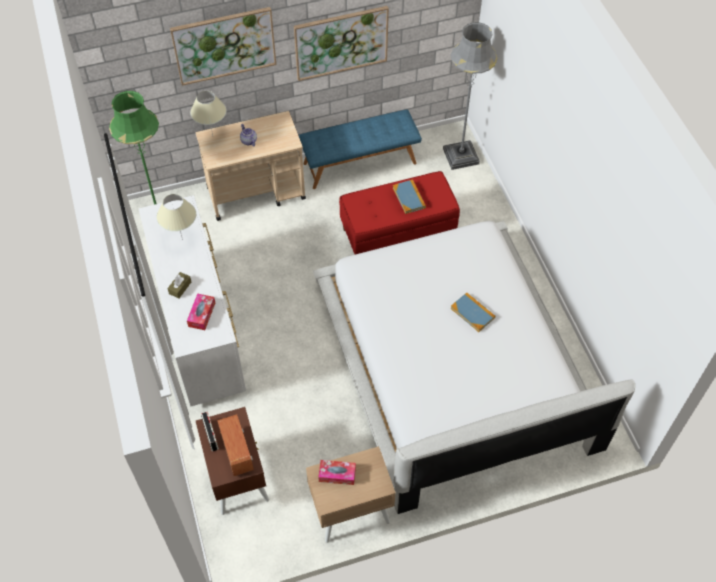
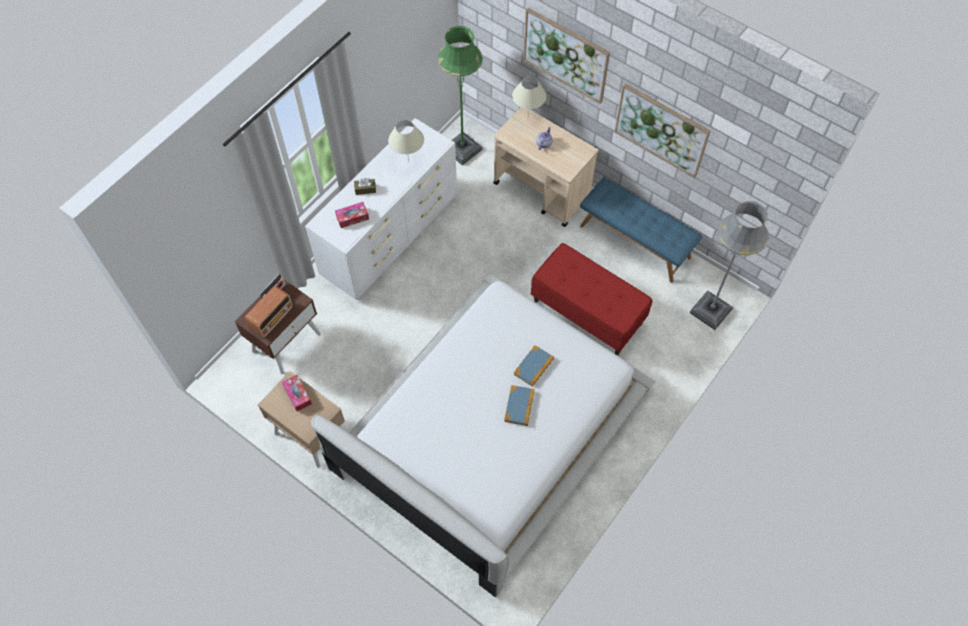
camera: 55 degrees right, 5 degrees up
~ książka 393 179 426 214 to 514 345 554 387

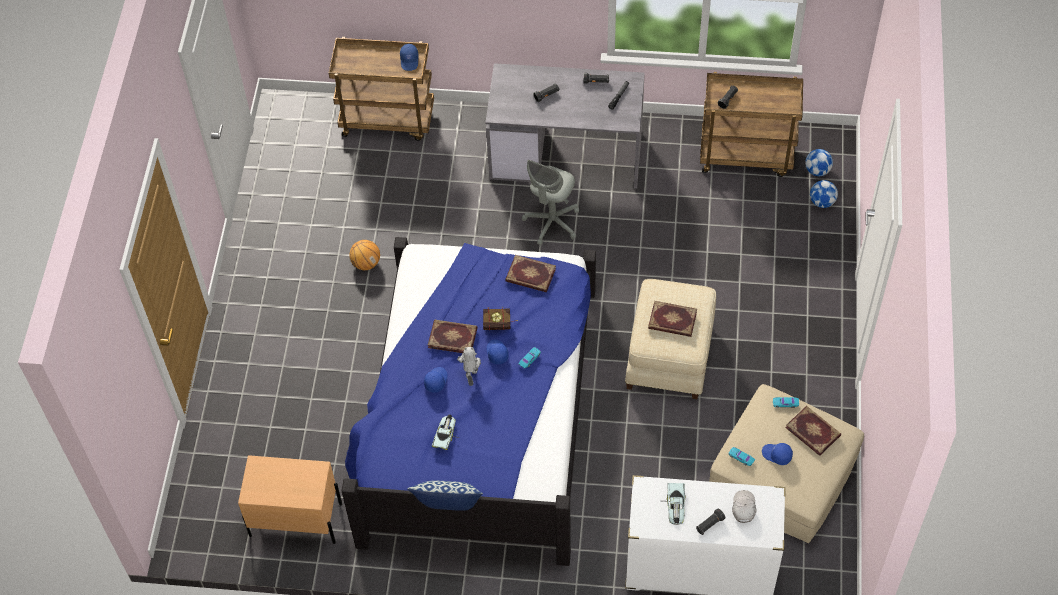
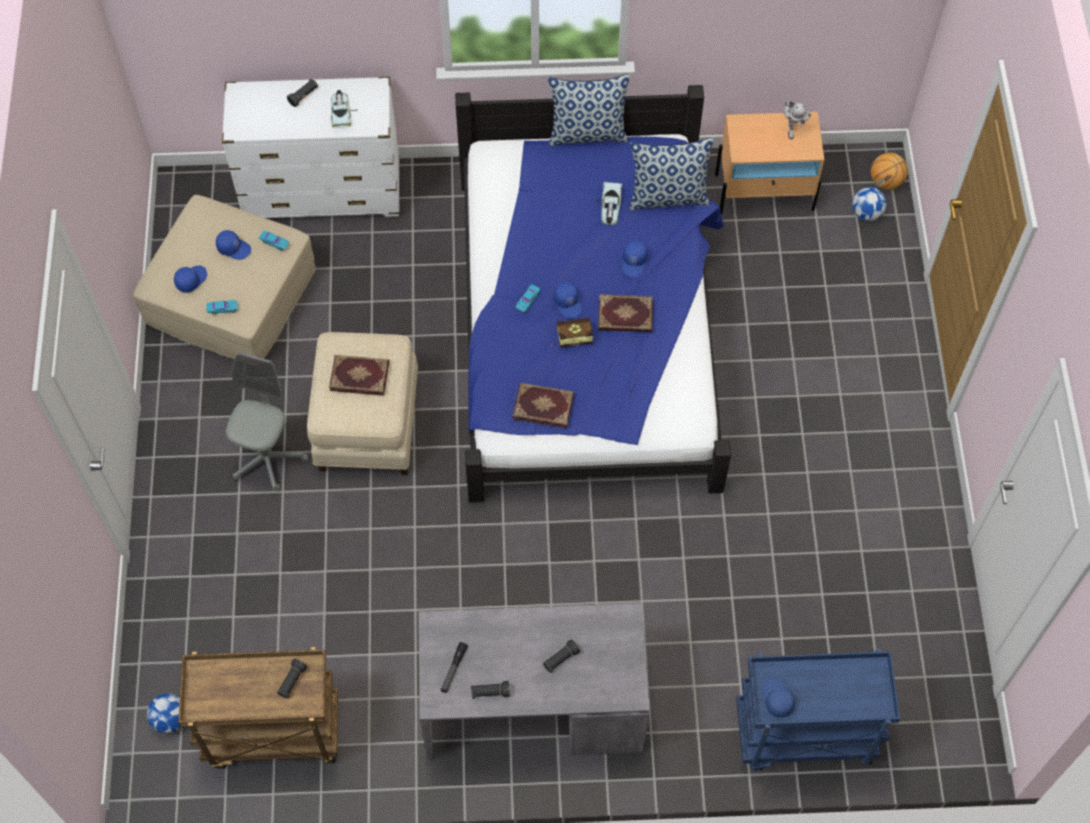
camera: 170 degrees right, 5 degrees up
~ wózek (brązowy) 329 37 434 141 to wózek (niebieski) 736 649 900 771
~ piłka do koszykówki 349 240 380 270 to 871 153 908 190
~ robot zabawkowy 457 347 481 386 to 783 100 811 139
~ krzesło biurowe (szary) 522 160 579 245 to 226 352 308 492
- czapka z daszkiem (biały) 732 490 756 523
~ książka 786 406 841 456 to czapka z daszkiem (niebieski) 174 265 207 293
~ piłka futbolowa 810 180 838 208 to 852 187 887 221
+ poduszka 630 137 714 210

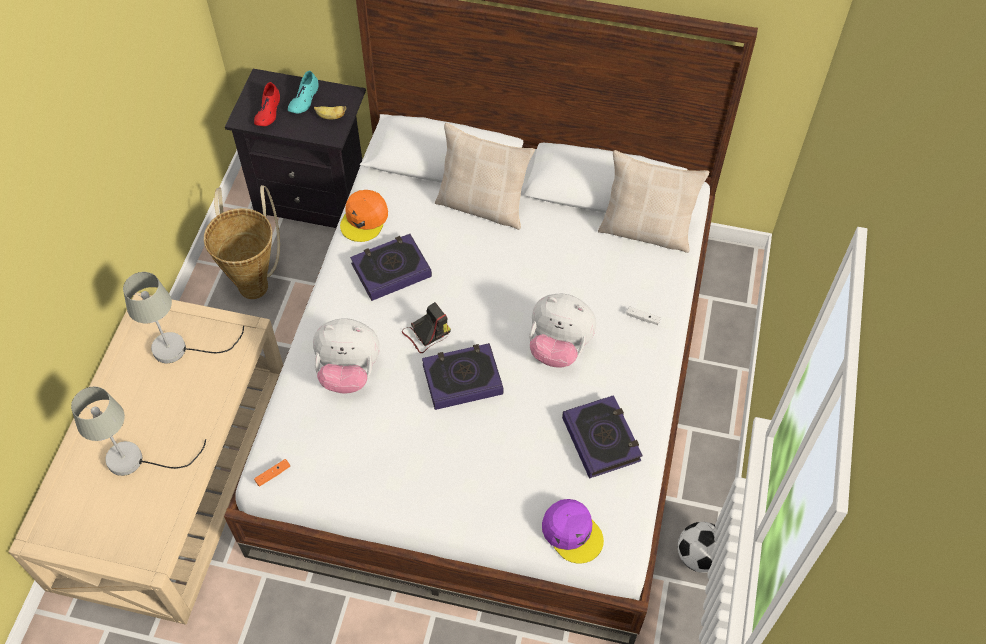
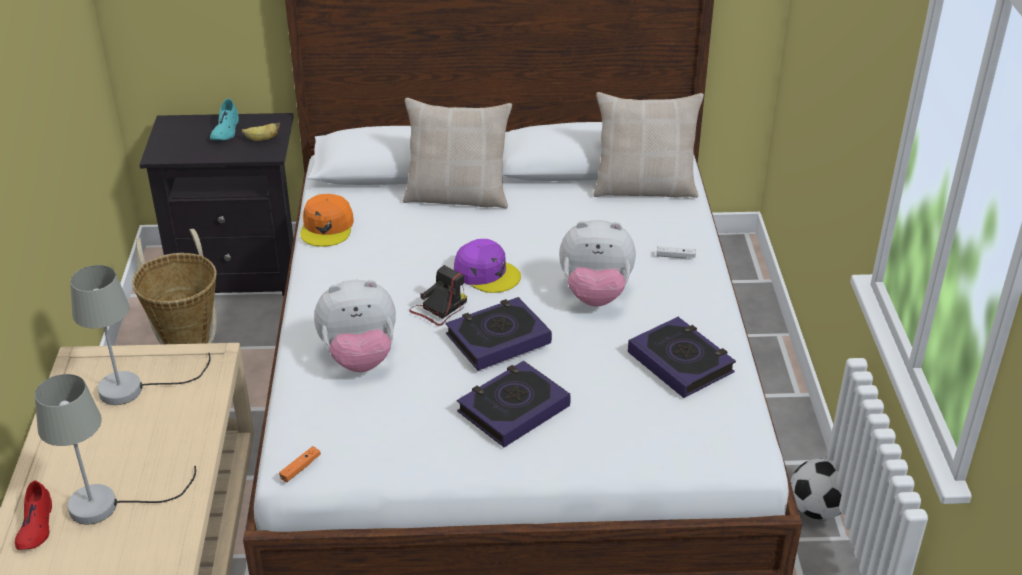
camera: 15 degrees left, 20 degrees down
~ but (czerwony) 254 82 280 126 to 15 480 52 550
~ książka 350 234 432 301 to 457 361 571 447
~ czapka z daszkiem (fioletowy) 542 499 604 564 to 454 239 521 293

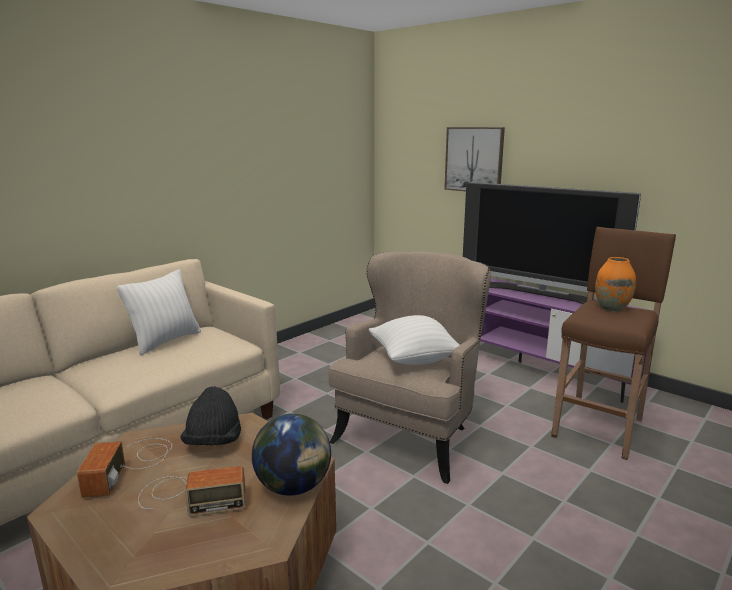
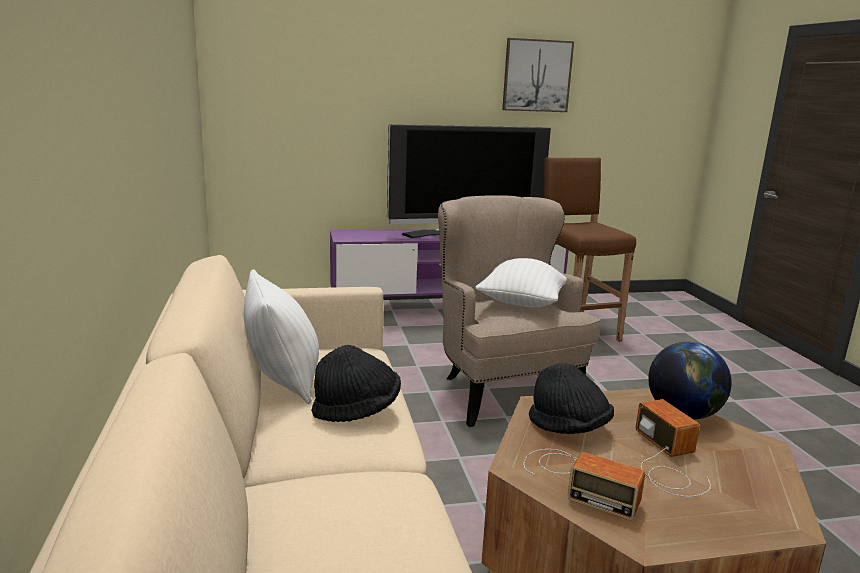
camera: 55 degrees left, 0 degrees up
~ radio 138 466 245 516 = 636 399 711 497 45 degrees counterclockwise
~ obraz 444 127 505 191 to 502 38 574 112
- wazon (pomarańczowy) 595 257 636 311
+ kapelusz (czarny) 311 345 401 422

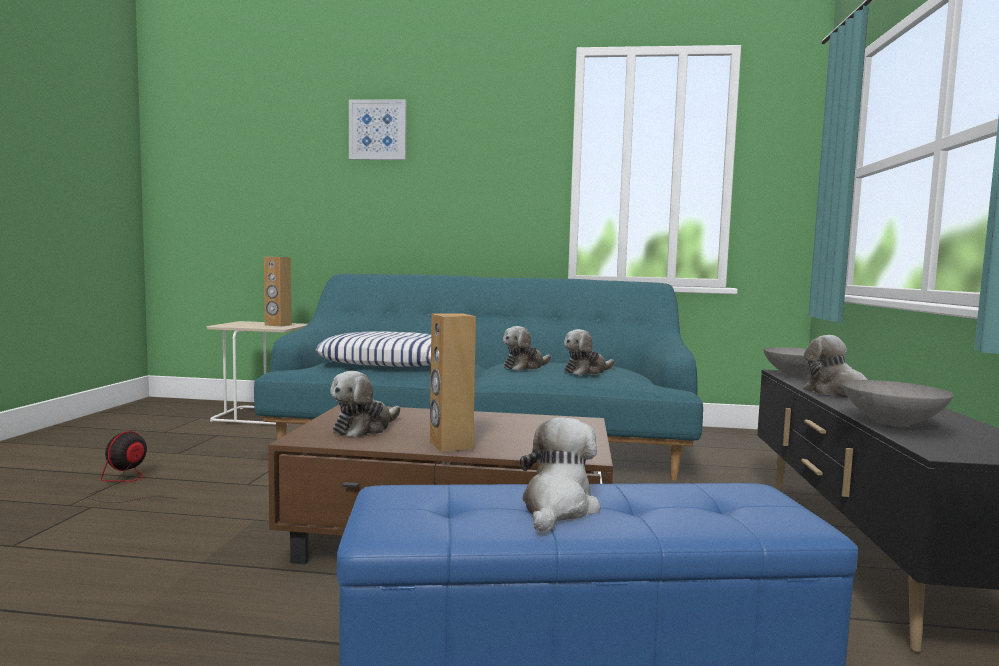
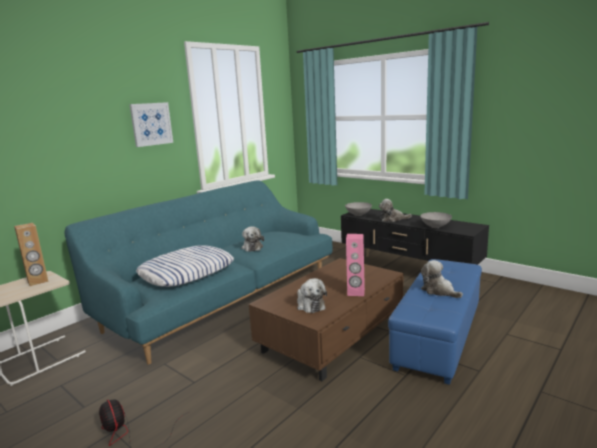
camera: 55 degrees left, 10 degrees up
~ obraz 349 99 407 160 to 129 102 173 147
~ głośnik (brązowy) 430 313 476 452 to głośnik (różowy) 346 234 365 296
- pluszak 564 329 614 375

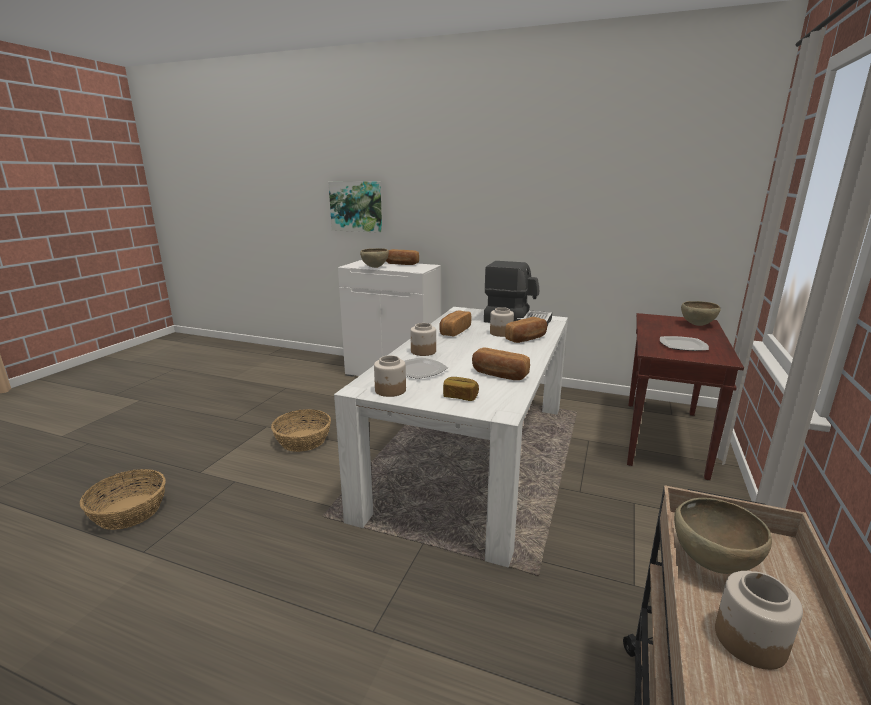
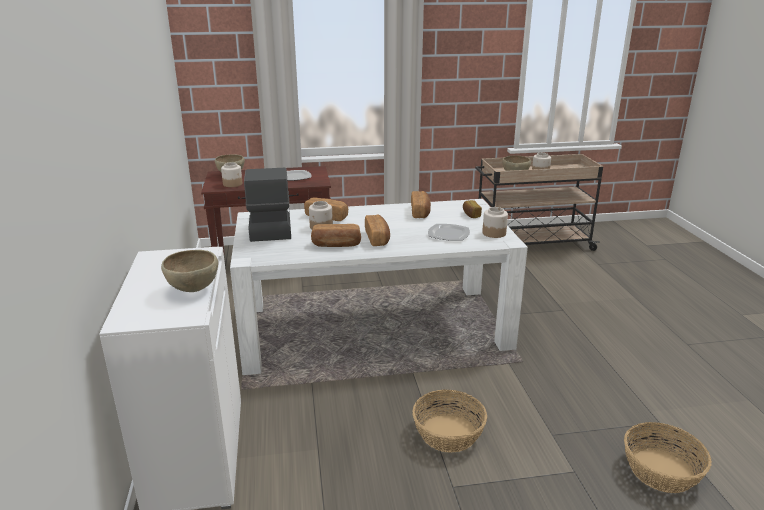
camera: 120 degrees left, 5 degrees up
- obraz 328 181 382 233
~ chleb 386 249 419 265 to 365 214 390 246
~ słoik 410 323 436 356 to 221 162 242 187

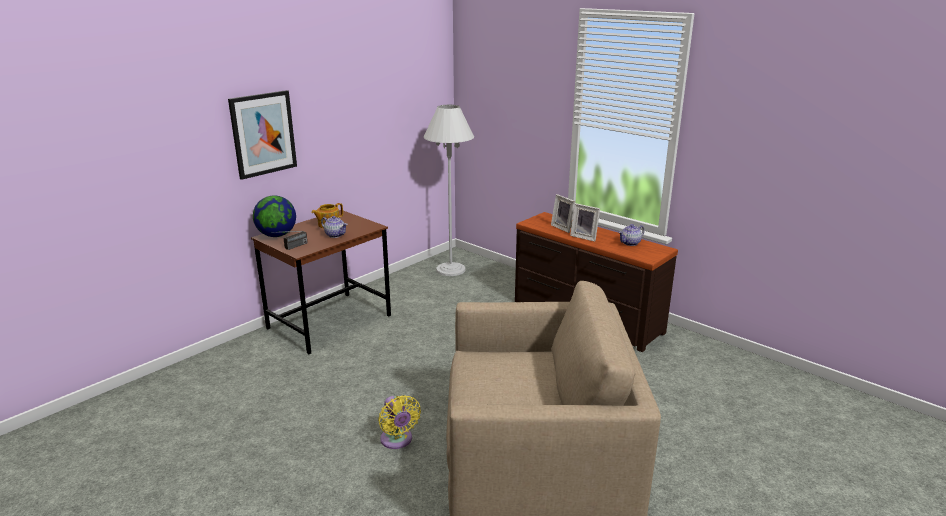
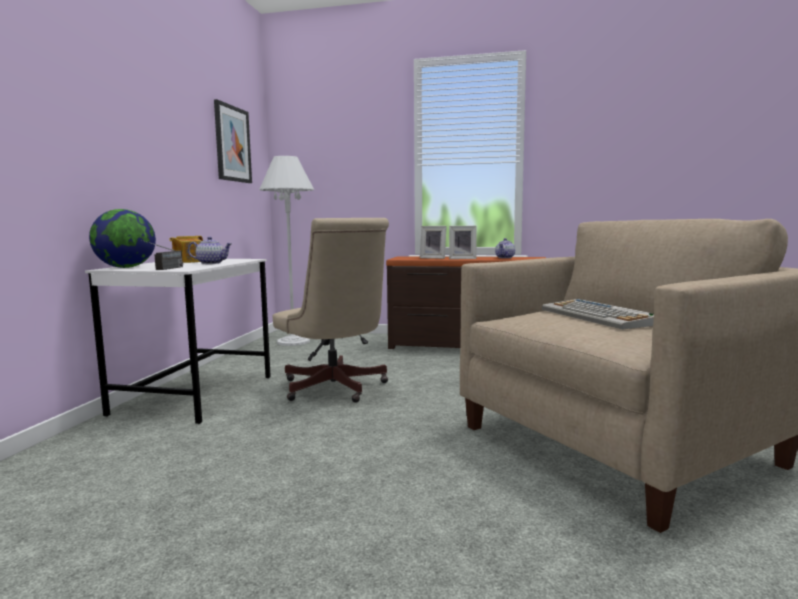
camera: 30 degrees left, 15 degrees down
~ obraz 228 90 297 180 to 214 99 252 183
~ biurko (brązowy) 251 210 391 354 to biurko (biały) 85 259 271 424
- wentylator (żółty) 378 395 421 449
+ krzesło biurowe (beżowy) 273 218 389 403
+ klawiatura 542 299 654 330

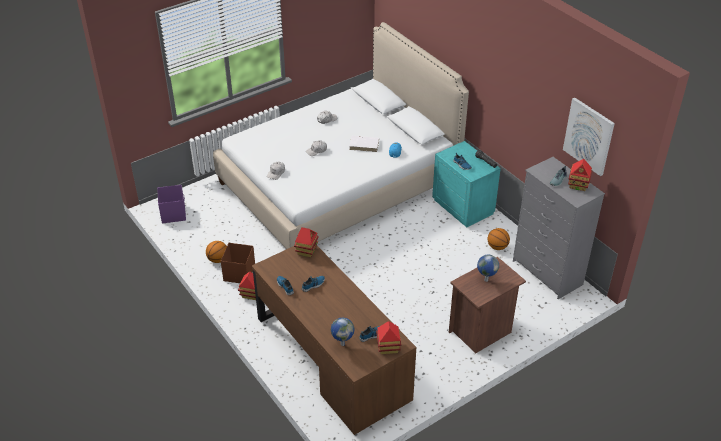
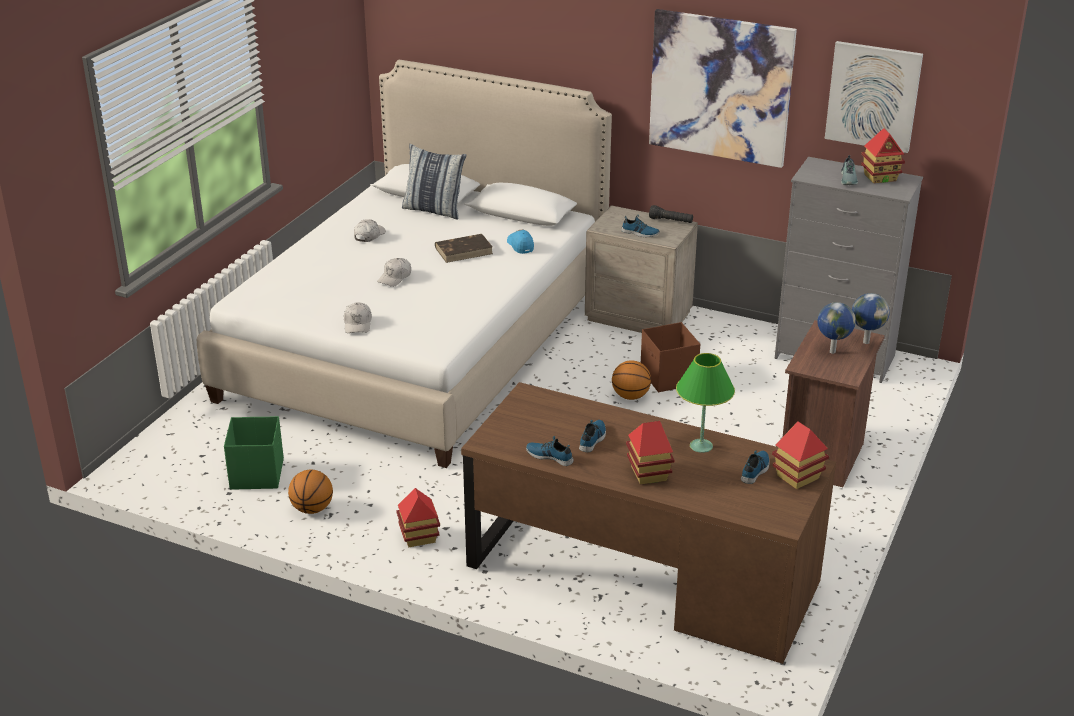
camera: 30 degrees left, 10 degrees down
- pojemnik do przechowywania (fioletowy) 157 185 186 223
~ pojemnik do przechowywania (brązowy) 221 243 255 283 to 641 322 700 392
~ domek 294 227 318 257 to 626 421 674 485
~ globus 331 317 354 346 to 852 293 890 344
~ książka (biały) 349 136 379 152 to książka (brązowy) 435 234 493 263
~ szafka nocna (turkusowy) 432 141 501 227 to szafka nocna (beżowy) 585 205 698 333
~ piłka do koszykówki 488 228 510 250 to 612 360 651 400
+ pojemnik do przechowywania (zielony) 224 416 284 490
+ poduszka 402 144 466 219
+ obraz 649 9 797 168
+ lampa stołowa (zielony) 676 353 735 453

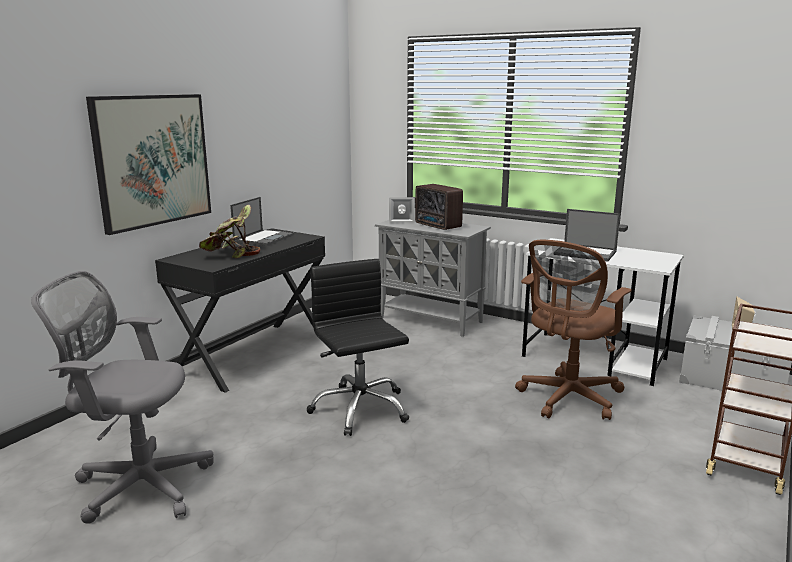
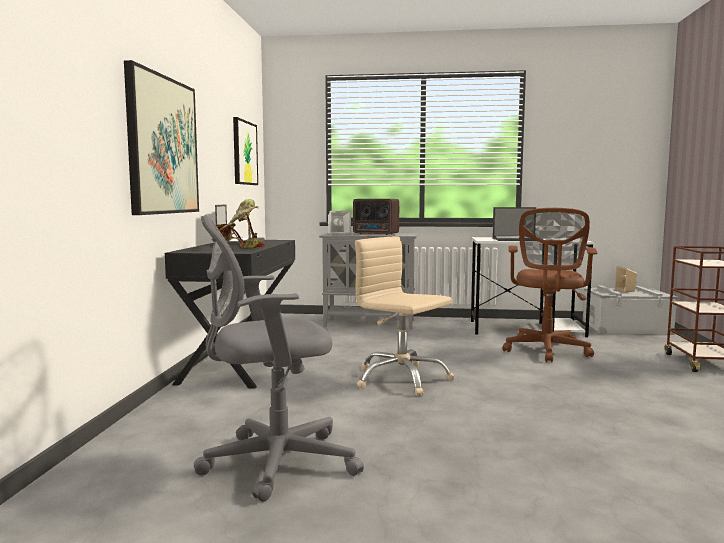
camera: 25 degrees left, 10 degrees down
~ krzesło biurowe (czarny) 307 259 409 436 to krzesło biurowe (beżowy) 355 237 455 396
+ obraz 233 117 258 185

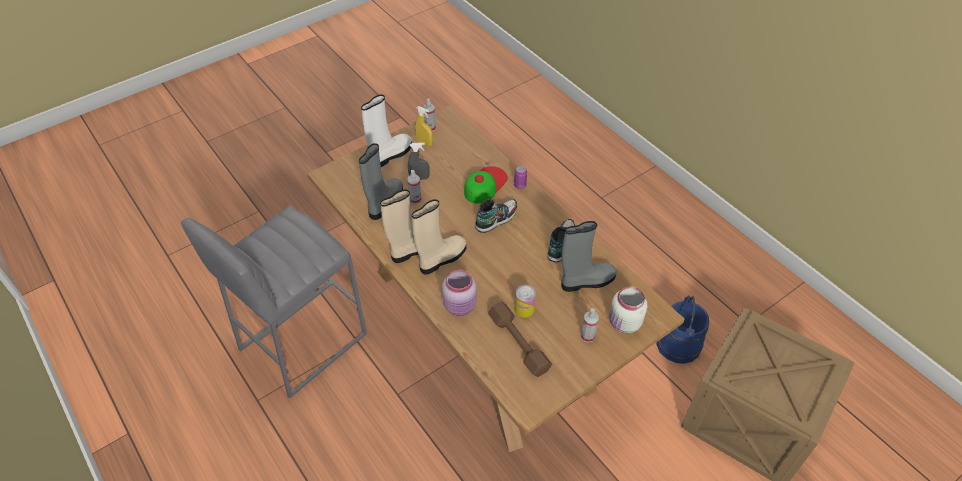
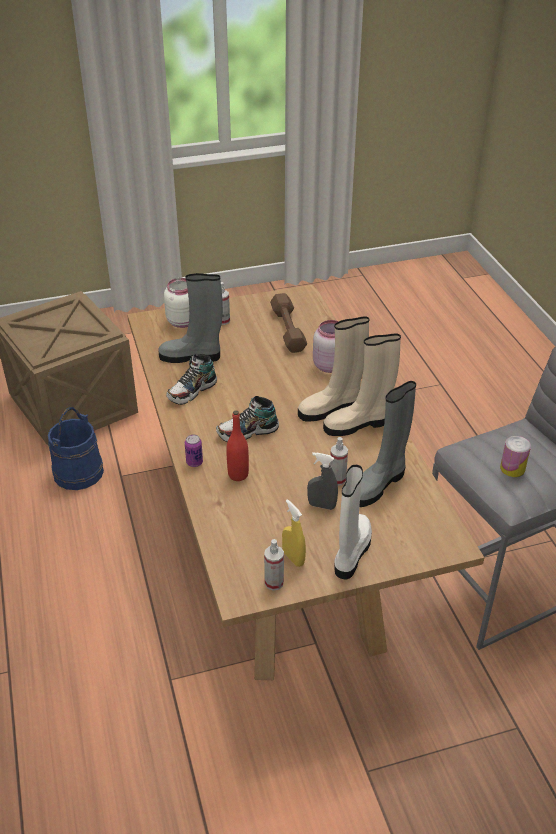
camera: 160 degrees left, 10 degrees down
~ but z cholewką (biały) 361 94 412 167 = 334 465 372 579 135 degrees clockwise
~ czapka z daszkiem 464 166 508 203 to butelka (czerwony) 226 410 249 481
~ puszka 514 285 536 317 to 500 436 531 477

